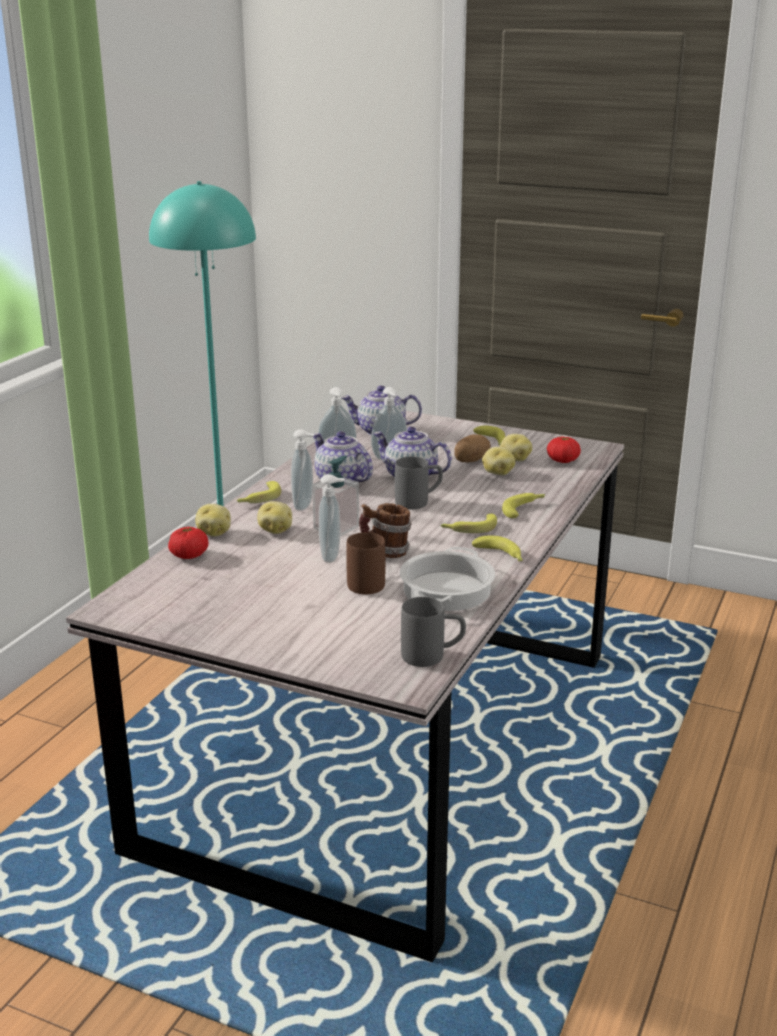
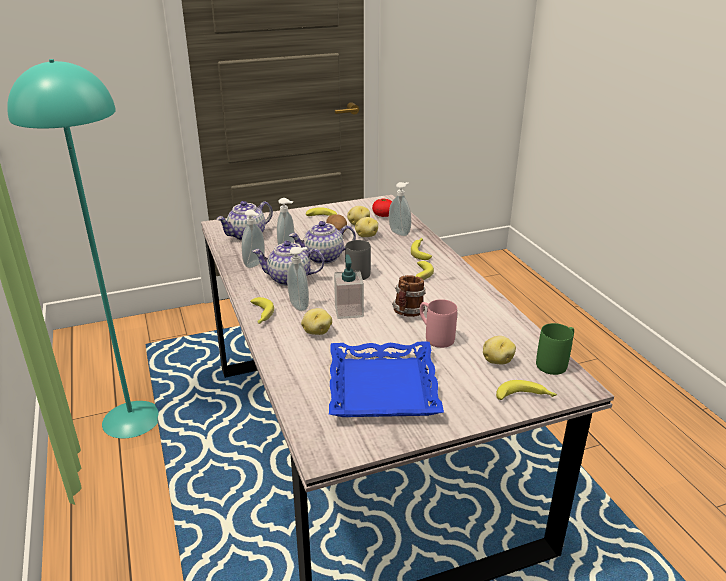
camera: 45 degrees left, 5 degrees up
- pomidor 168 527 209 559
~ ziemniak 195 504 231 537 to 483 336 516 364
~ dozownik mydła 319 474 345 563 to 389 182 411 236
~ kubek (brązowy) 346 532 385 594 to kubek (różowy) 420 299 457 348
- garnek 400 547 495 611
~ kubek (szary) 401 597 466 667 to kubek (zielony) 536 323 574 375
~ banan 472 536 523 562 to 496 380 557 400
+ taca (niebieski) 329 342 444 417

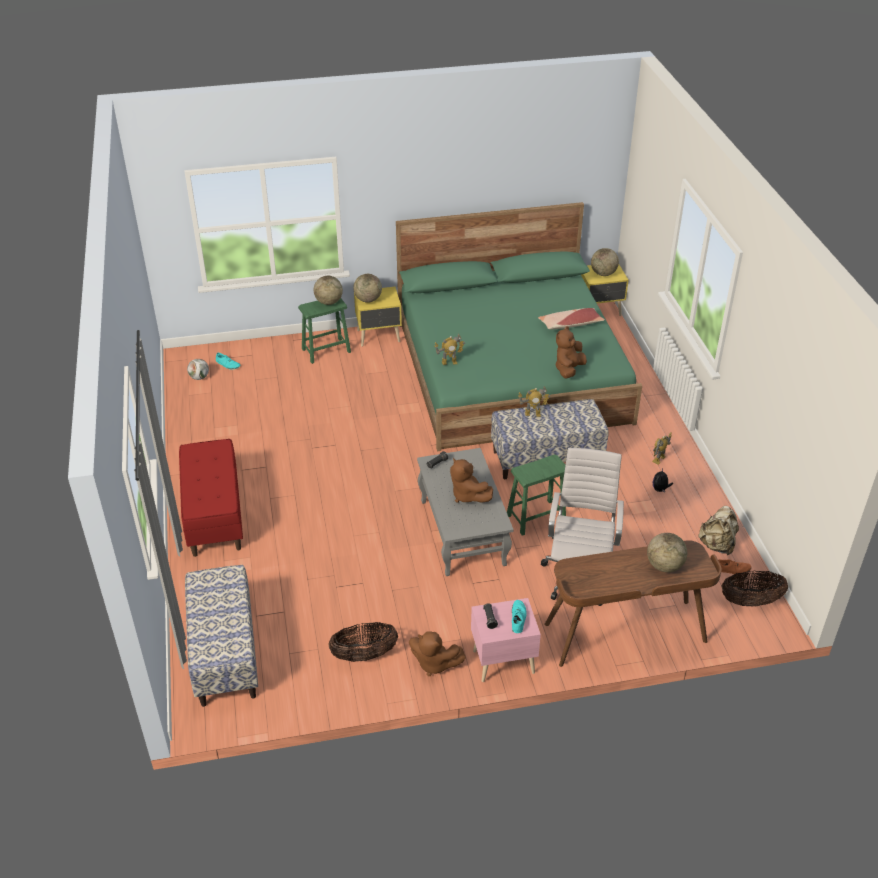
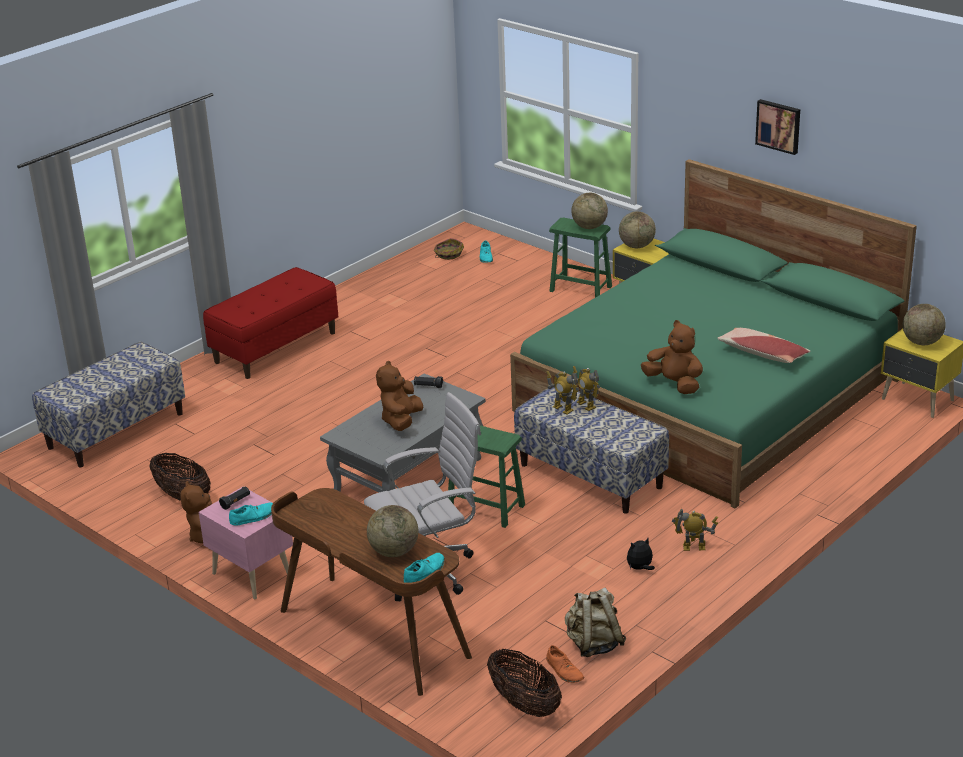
camera: 55 degrees right, 10 degrees down
~ piłka futbolowa 187 359 209 380 to koszyk 434 238 464 260
~ robot zabawkowy 434 333 465 365 to 546 371 579 415
~ pluszak (brązowy) 555 326 587 379 = 641 320 703 394 45 degrees clockwise
+ but (turkusowy) 404 553 445 583
+ obraz 755 99 800 155

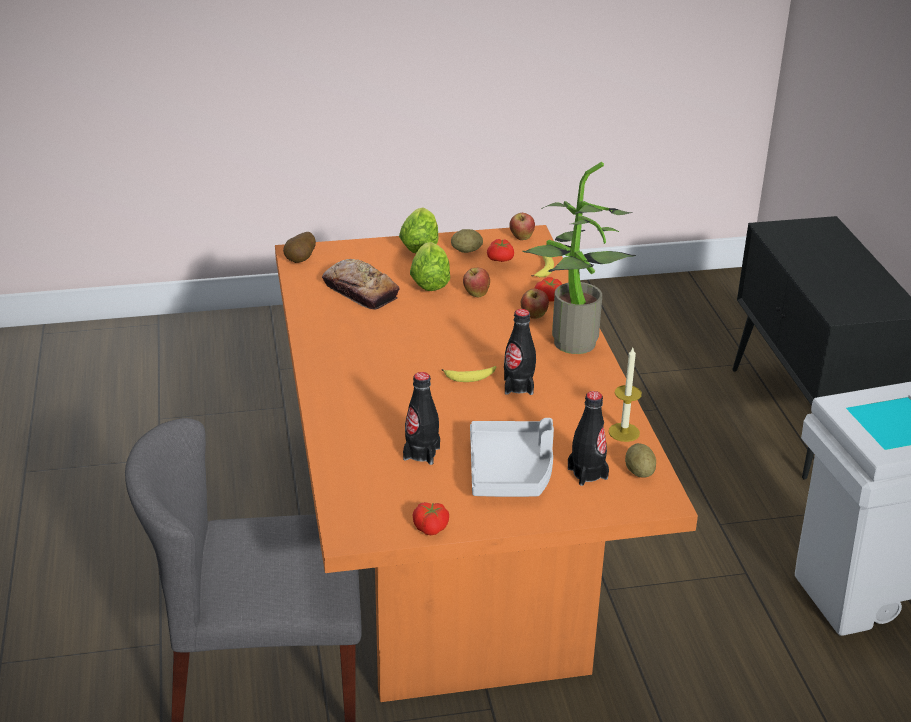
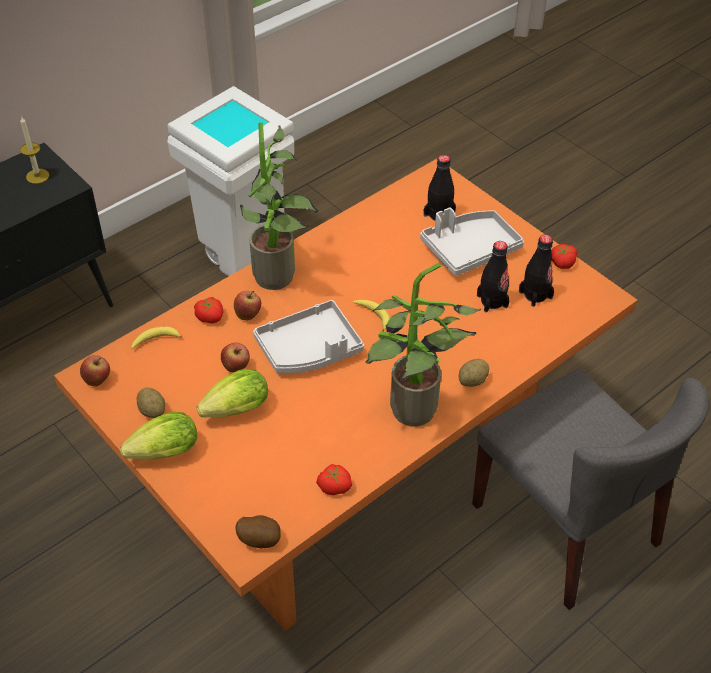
camera: 120 degrees left, 15 degrees up
- chleb 322 259 400 309
~ pomidor 487 239 514 262 to 316 464 352 495
~ butelka (czarny) 504 309 536 395 to 519 235 554 307
~ świeca 608 348 642 442 to 20 117 49 184
~ ziemniak 625 443 656 478 to 459 359 489 387
+ taca (szary) 253 300 364 373
+ roślina doniczkowa 365 263 481 426

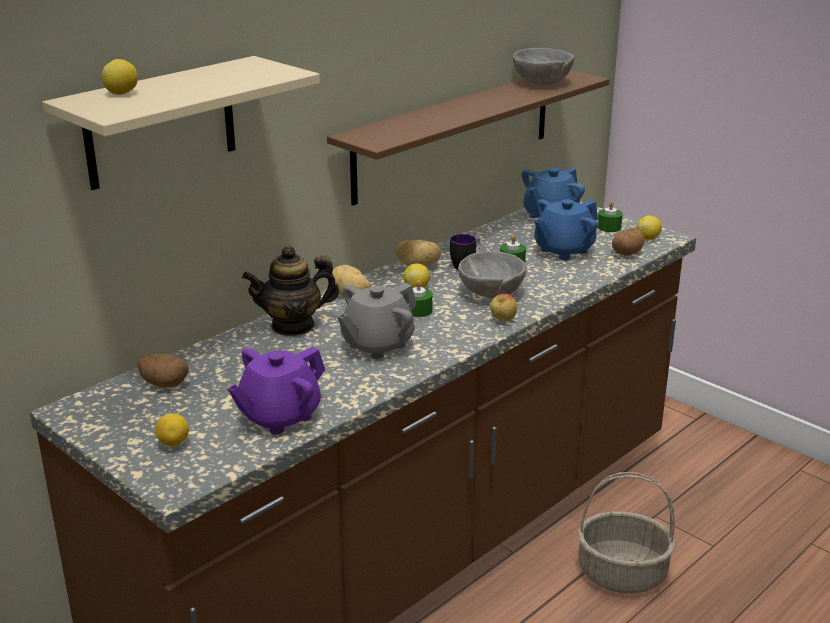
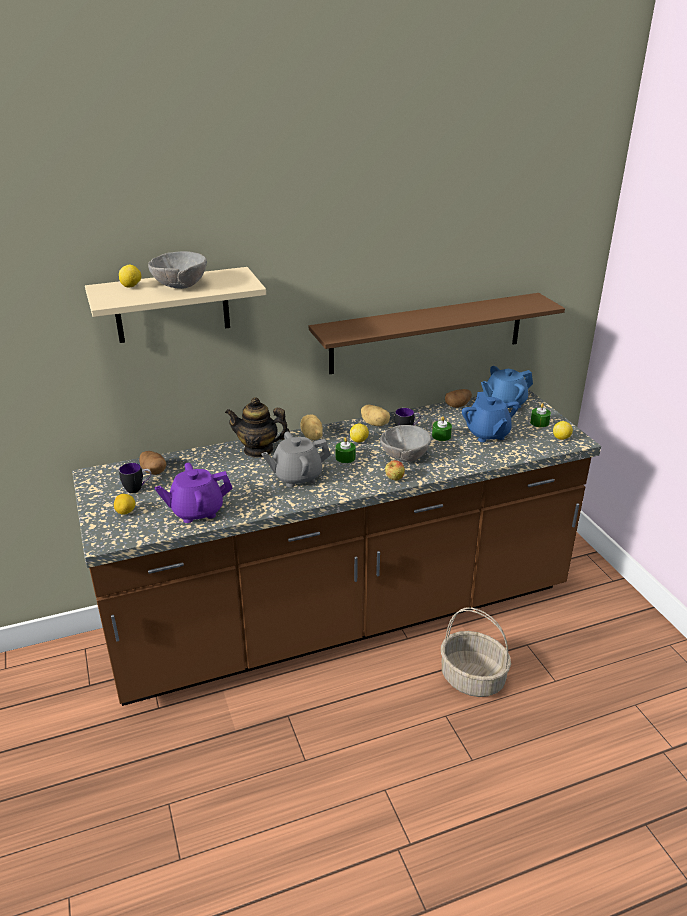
camera: 25 degrees right, 5 degrees up
~ miska (szary) 513 48 574 85 to 148 251 207 289
~ imbryk (niebieski) 534 199 598 260 = 462 392 519 442 90 degrees counterclockwise
~ ziemniak 612 228 644 256 to 445 389 472 408
+ kubek 119 463 151 493

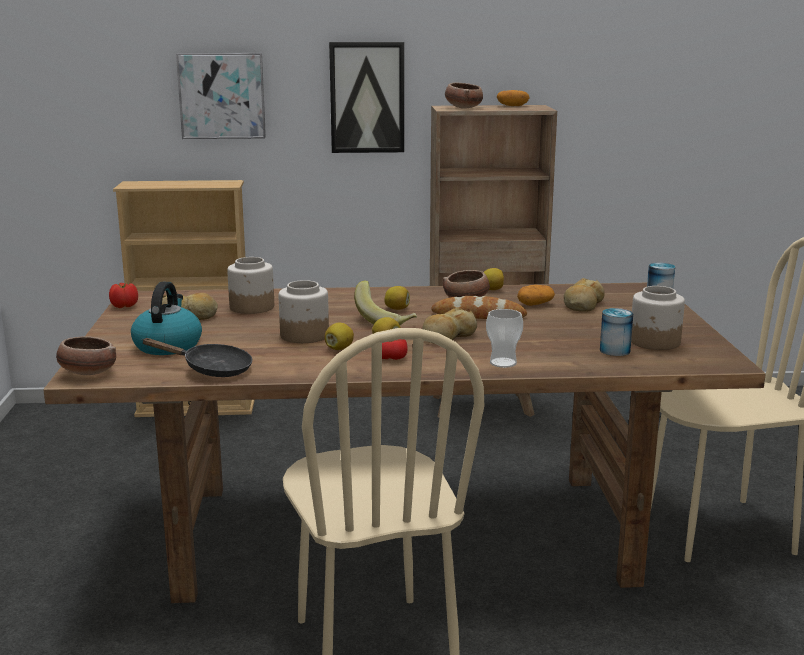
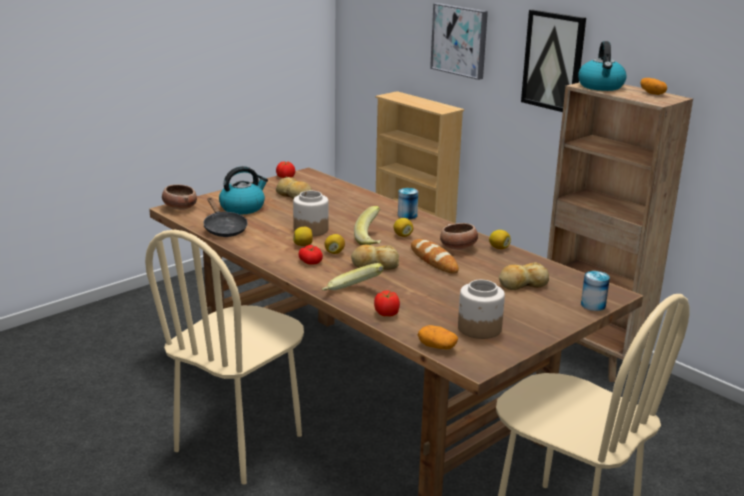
camera: 50 degrees right, 5 degrees up
- słoik 227 257 274 314
~ miska 445 83 483 109 to czajnik 578 41 626 91
~ filiżanka 486 309 523 368 to banan 322 263 384 291
~ ziemniak 517 285 555 306 to 418 325 458 349
~ puszka 600 308 633 356 to 398 188 418 219
+ pomidor 374 290 400 317

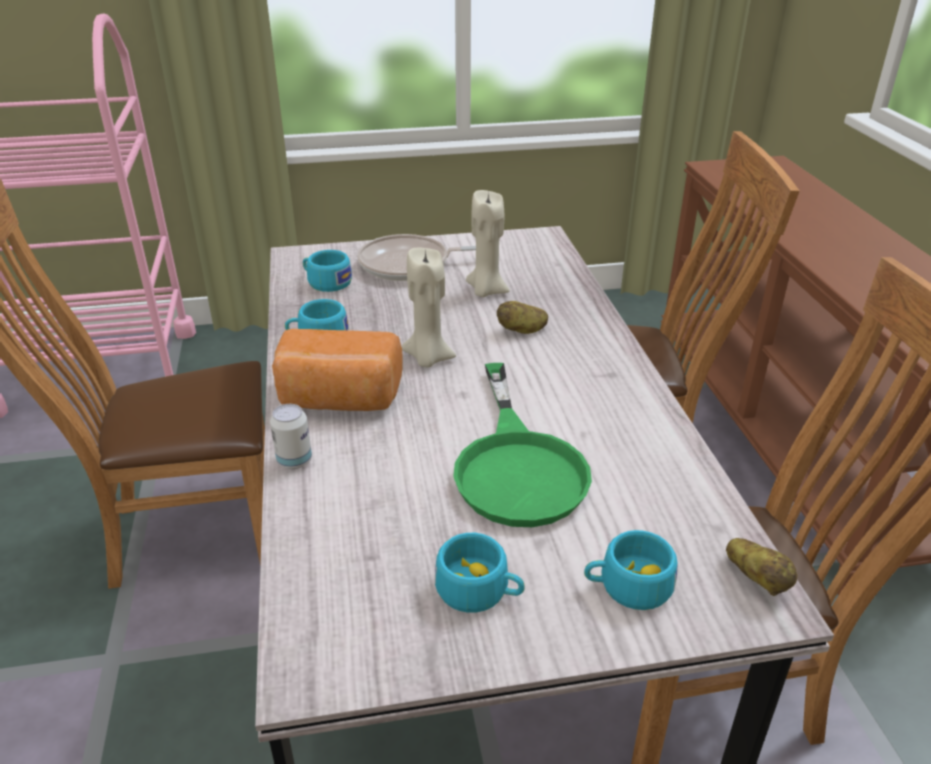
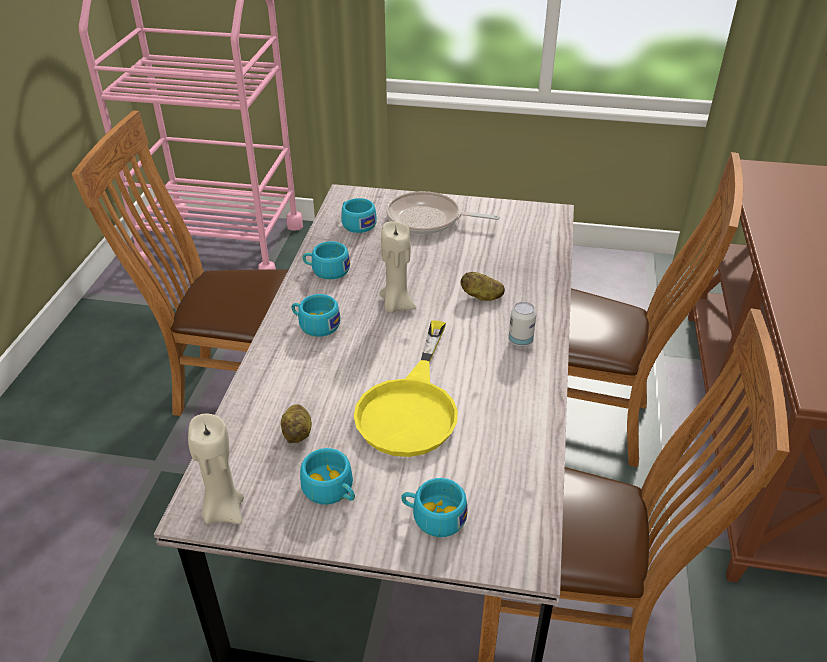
camera: 20 degrees right, 5 degrees up
~ puszka 270 404 312 469 to 509 302 536 347
~ chleb 272 329 403 411 to filiżanka (turkusowy) 292 294 341 337
~ patelnia (zielony) 453 363 592 527 to patelnia (żółty) 354 320 458 457
~ świeca (beżowy) 466 190 510 297 to 188 414 244 524
~ ziemniak 726 538 797 596 to 281 404 312 443

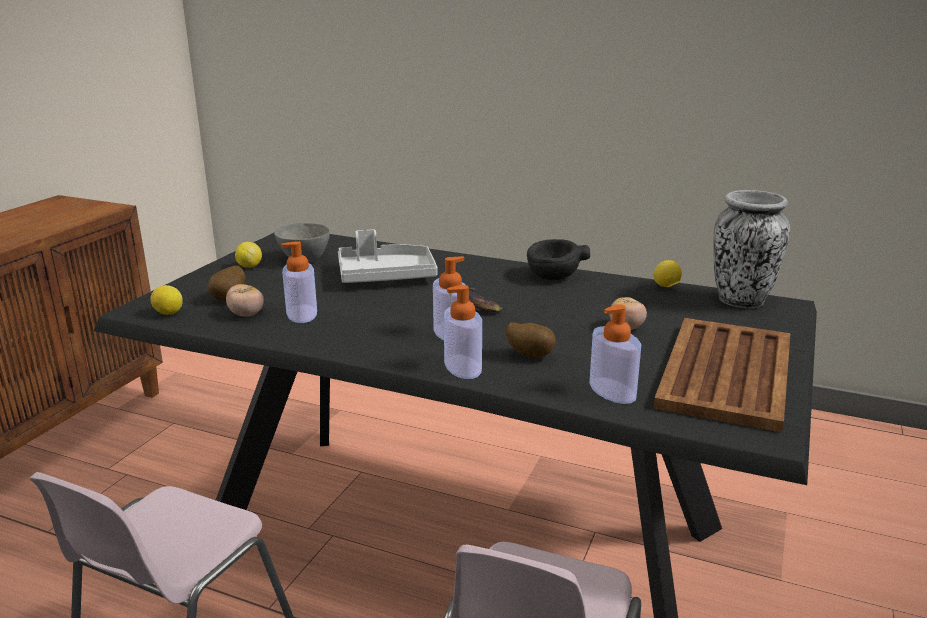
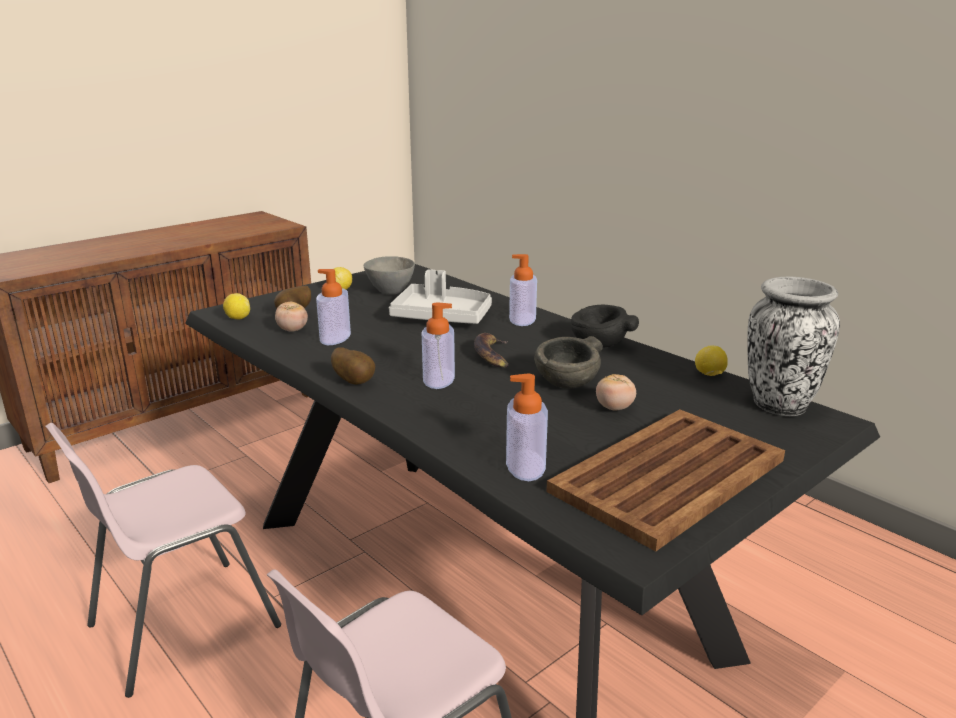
camera: 25 degrees right, 0 degrees up
~ dozownik mydła 444 285 482 379 to 509 254 537 326
~ ziemniak 506 322 556 358 to 331 347 375 385
+ miska (szary) 534 336 603 388

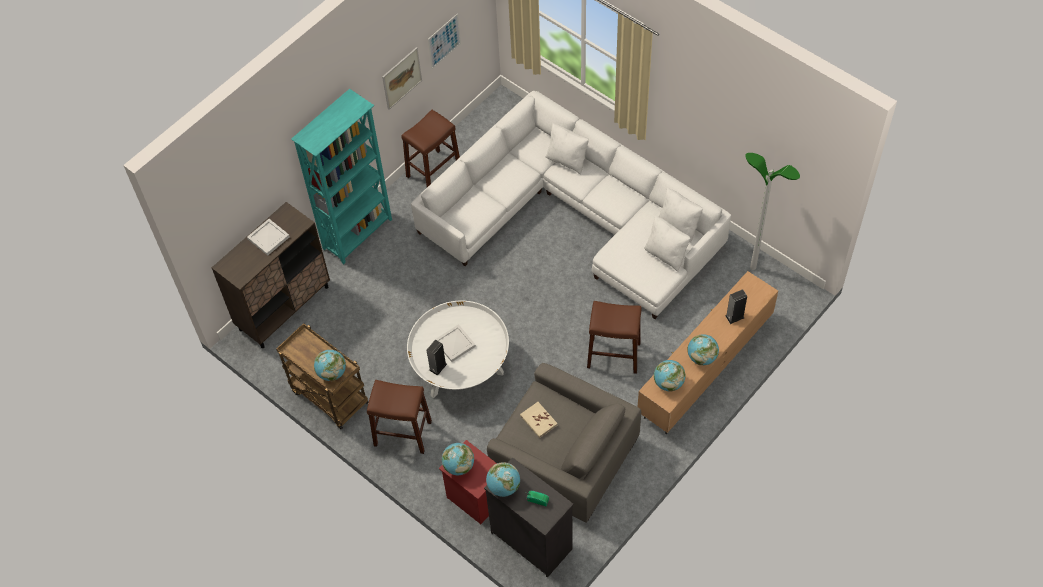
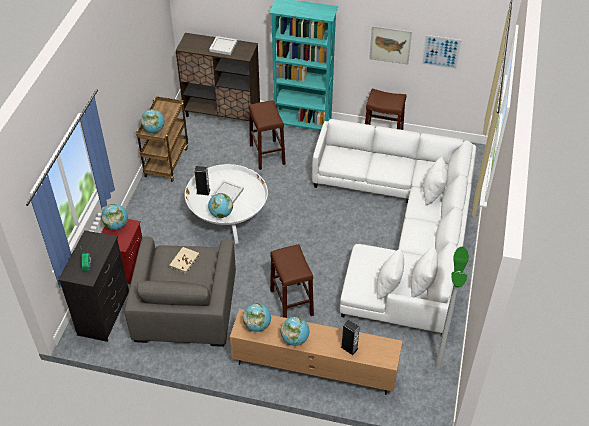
camera: 60 degrees right, 10 degrees down
~ stołek (brązowy) 367 380 432 454 to 249 100 286 170
~ globus 486 462 520 497 to 208 193 233 218

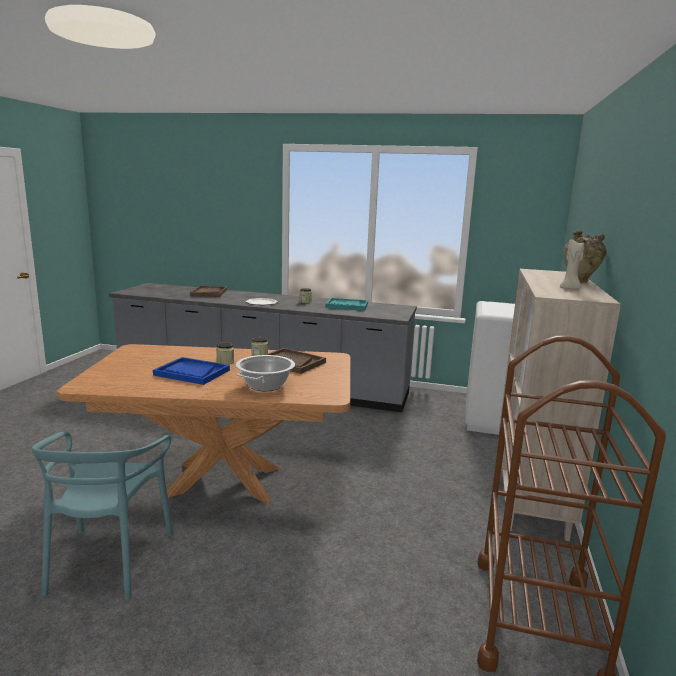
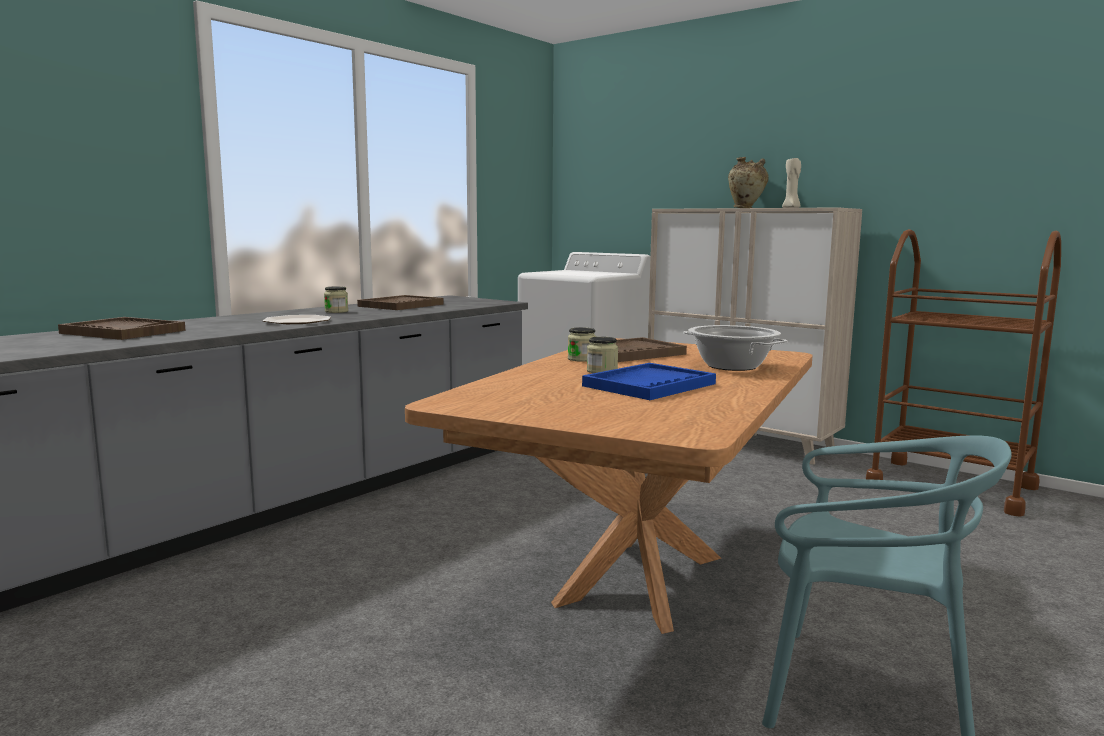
camera: 65 degrees left, 5 degrees down
~ taca (turkusowy) 325 298 368 310 to taca (brązowy) 357 295 444 310

